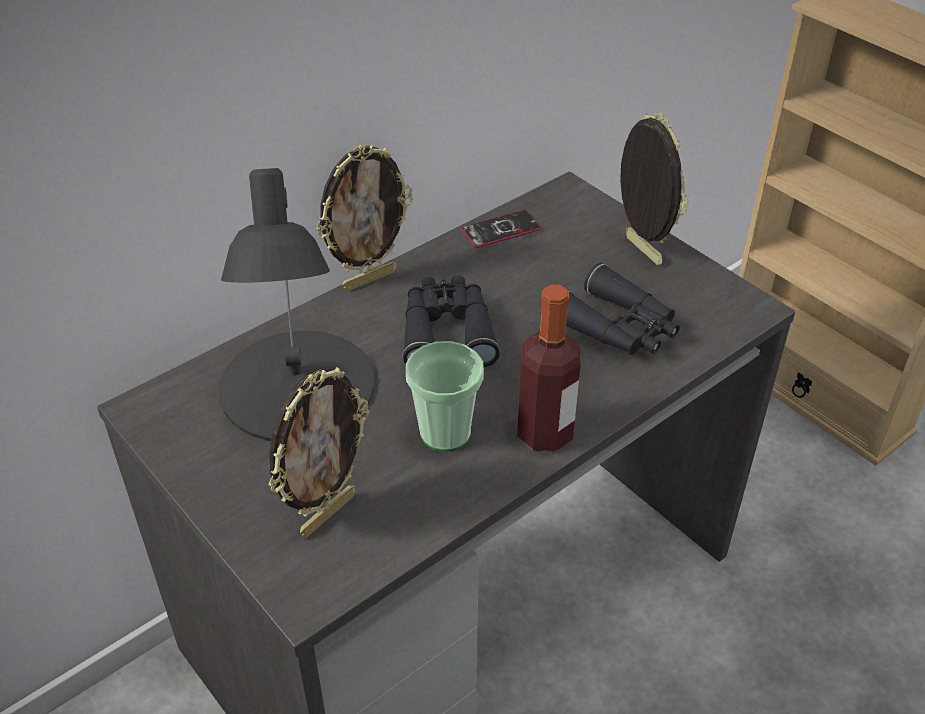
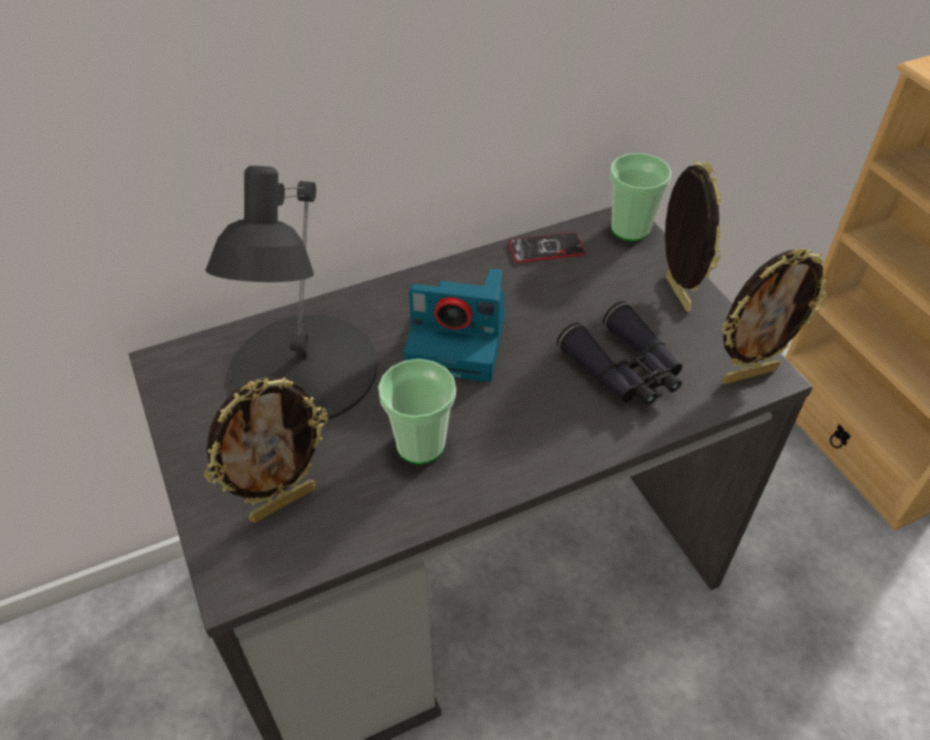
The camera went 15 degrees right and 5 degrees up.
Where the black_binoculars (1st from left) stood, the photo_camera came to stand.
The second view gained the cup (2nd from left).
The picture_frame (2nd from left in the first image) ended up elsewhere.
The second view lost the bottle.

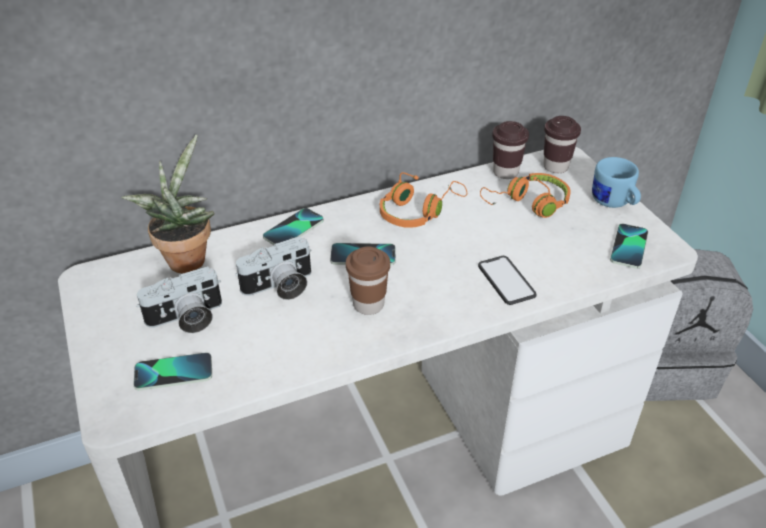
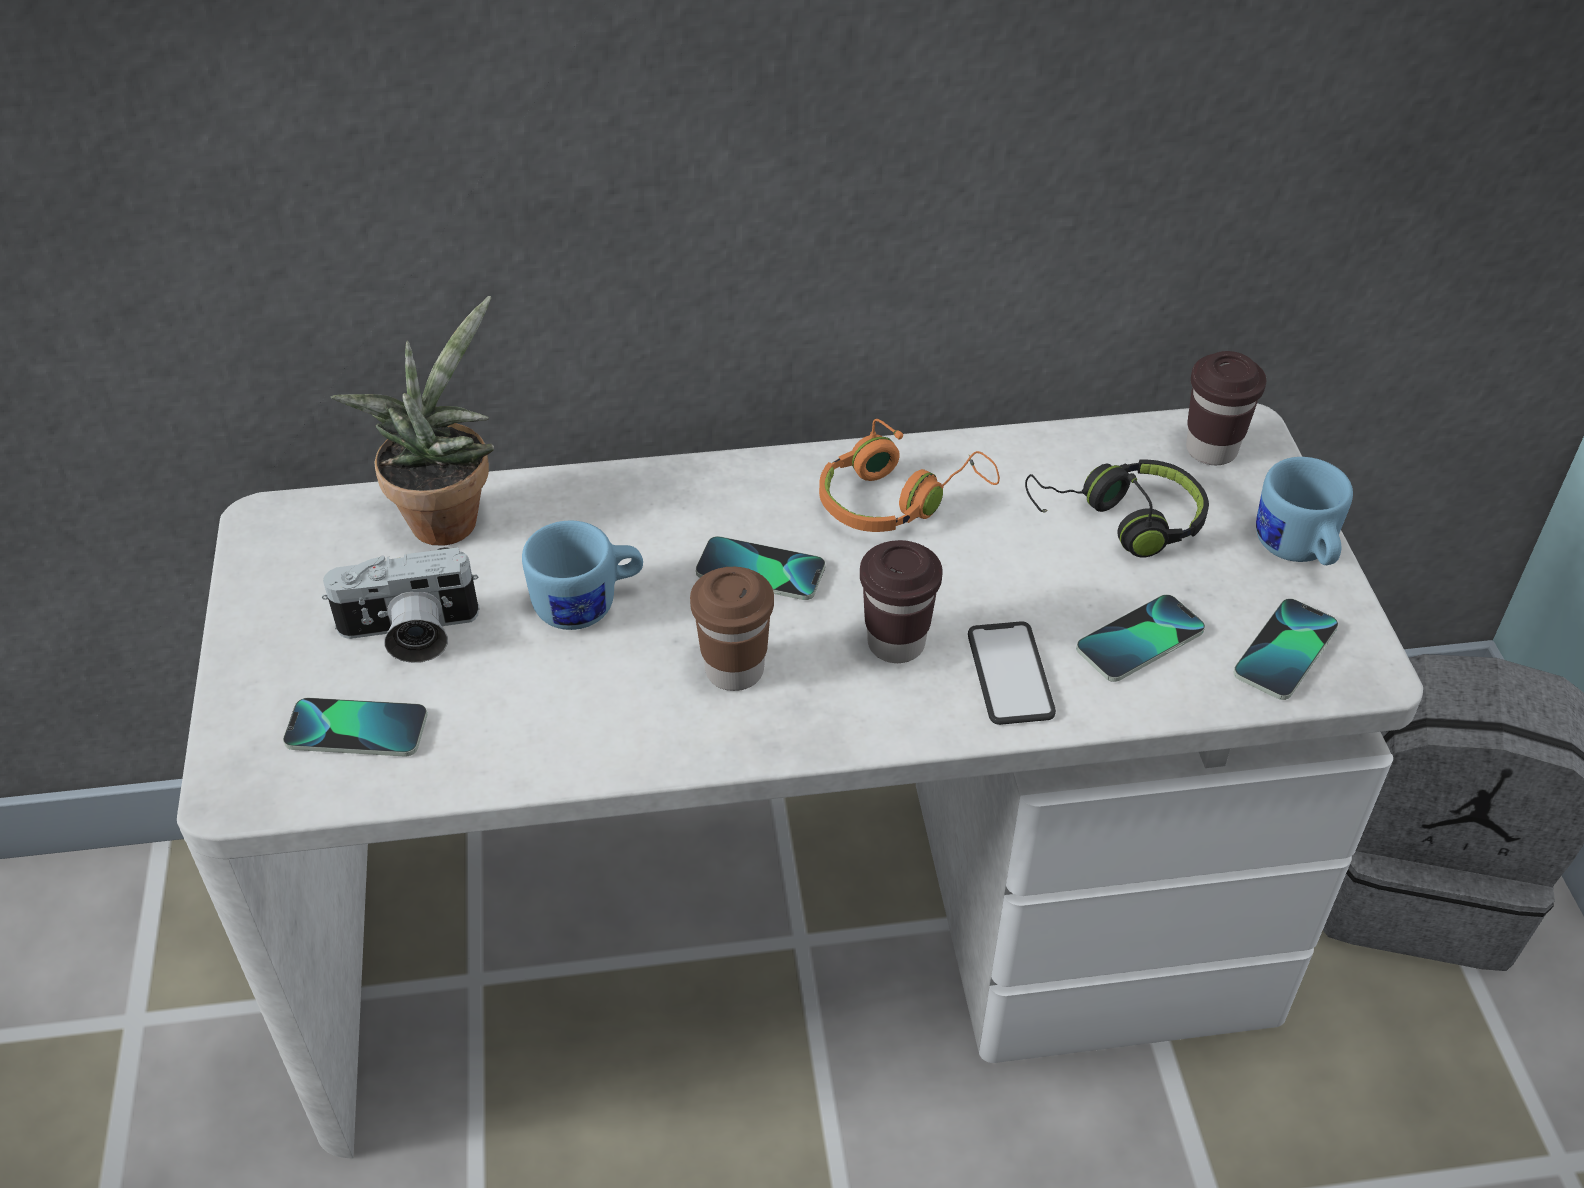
The camera went 15 degrees right and 5 degrees up.
Where the photo_camera (2nd from left) stood, the blue_mug (1st from left) came to stand.
The brown_cup (2nd from left) ended up elsewhere.
What was the orange_headphones (2nd from left) turned into the black_headphones.
The phone (2nd from left in the first image) ended up elsewhere.

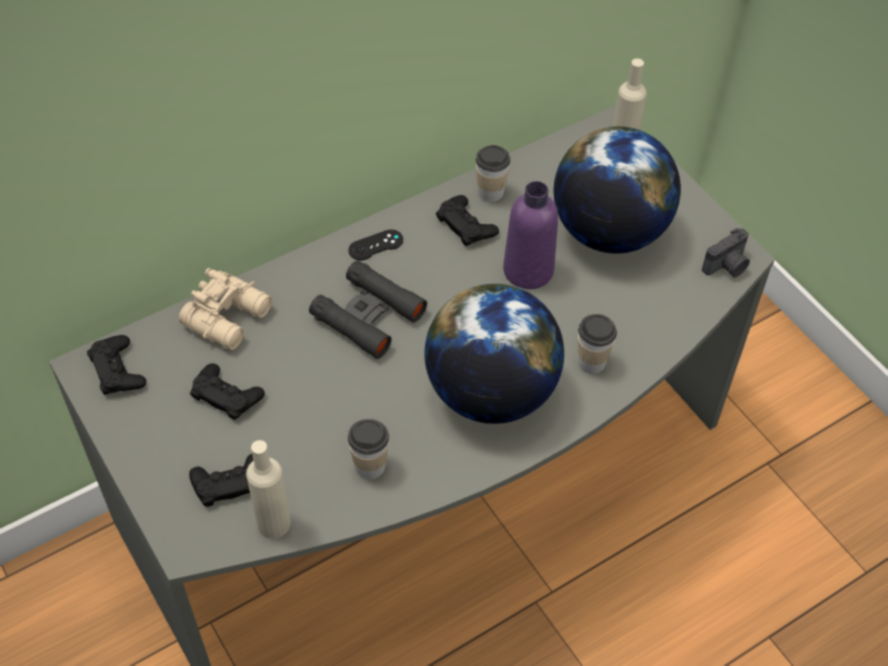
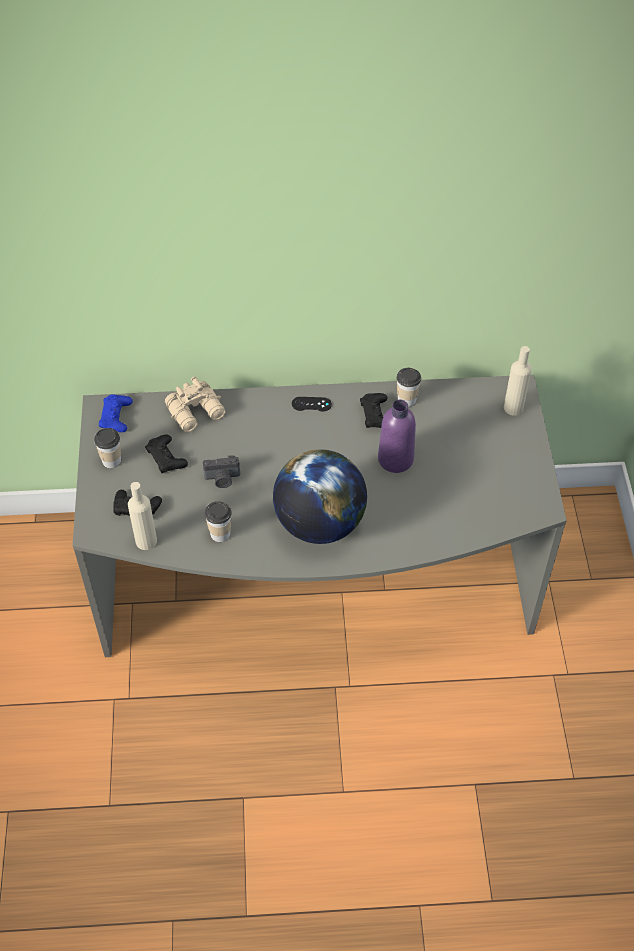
The camera went 30 degrees right and 0 degrees up.
The cup (3rd from left in the first image) ended up elsewhere.
What was the black_game_controller (1st from left) turned into the blue_game_controller.
The photo_camera ended up elsewhere.
The second view lost the black_binoculars.
The second view lost the globe (2nd from left).

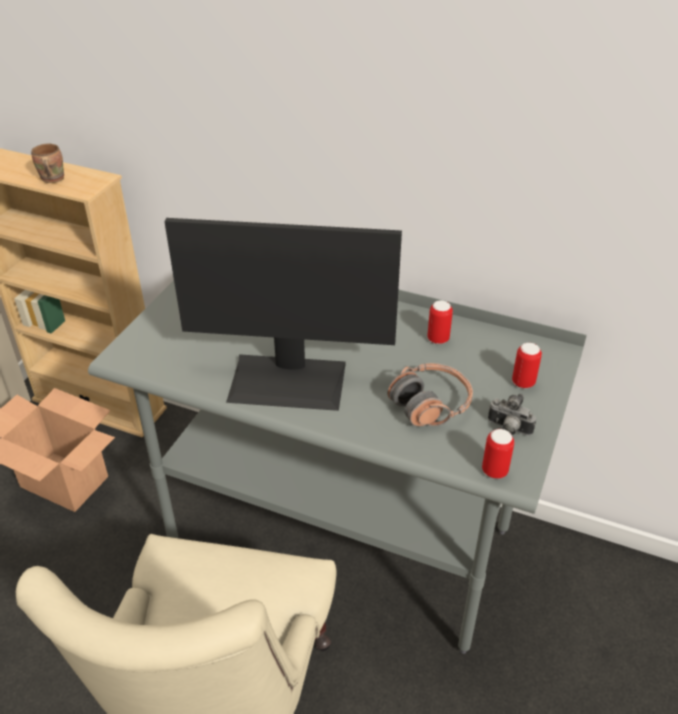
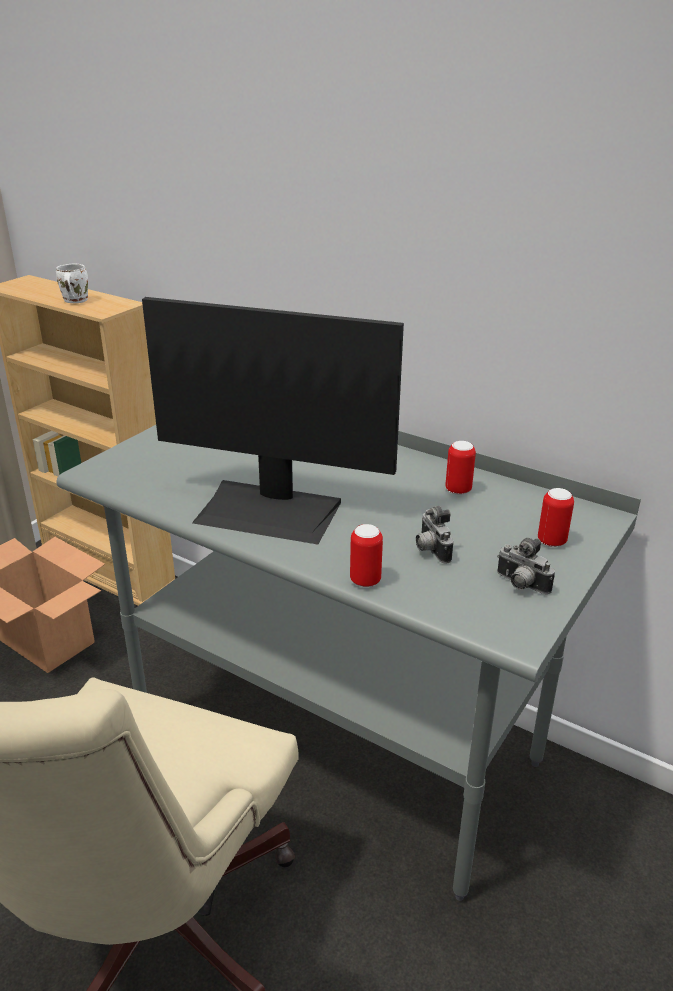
The camera went 10 degrees right and 10 degrees down.
What was the brown_mug turned into the white_mug.
The can (2nd from left in the first image) ended up elsewhere.
Where the headphones stood, the photo_camera (1st from left) came to stand.

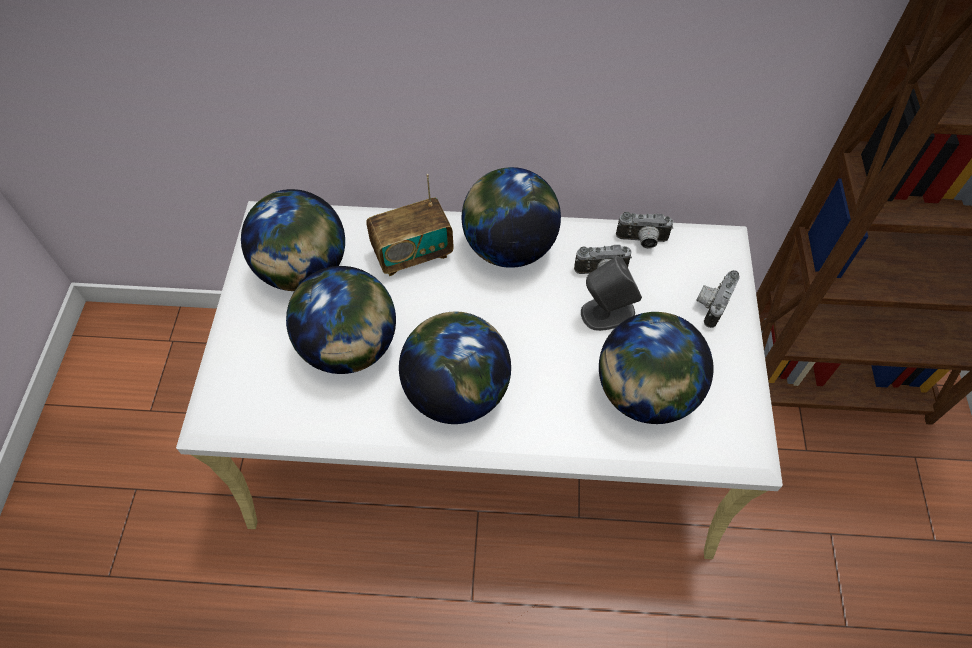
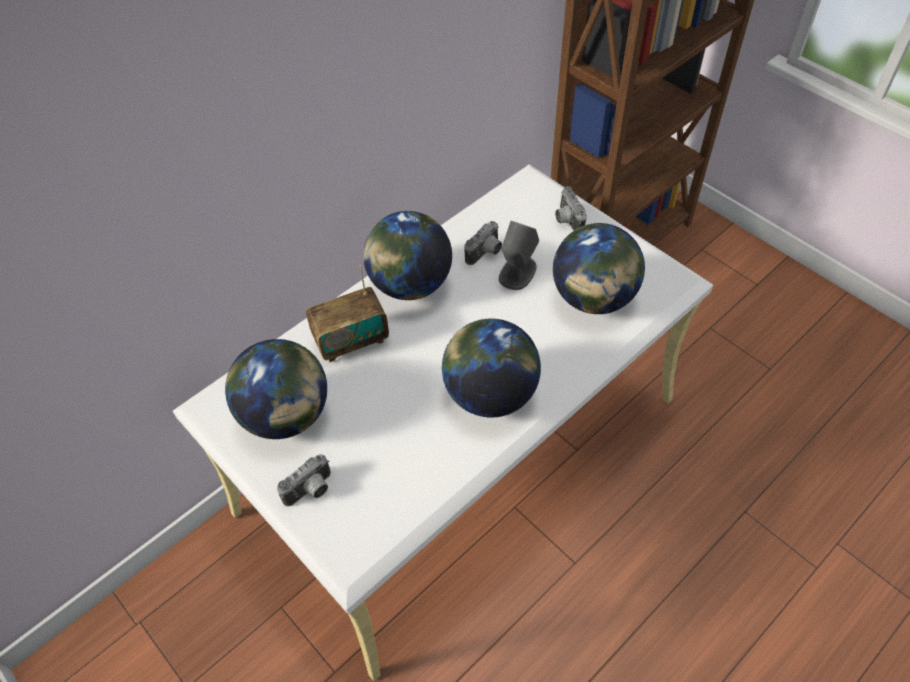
The camera went 45 degrees left and 5 degrees down.
The photo_camera (2nd from left in the first image) ended up elsewhere.
The radio ended up facing another way, 45 degrees clockwise from before.
The second view lost the globe (2nd from left).

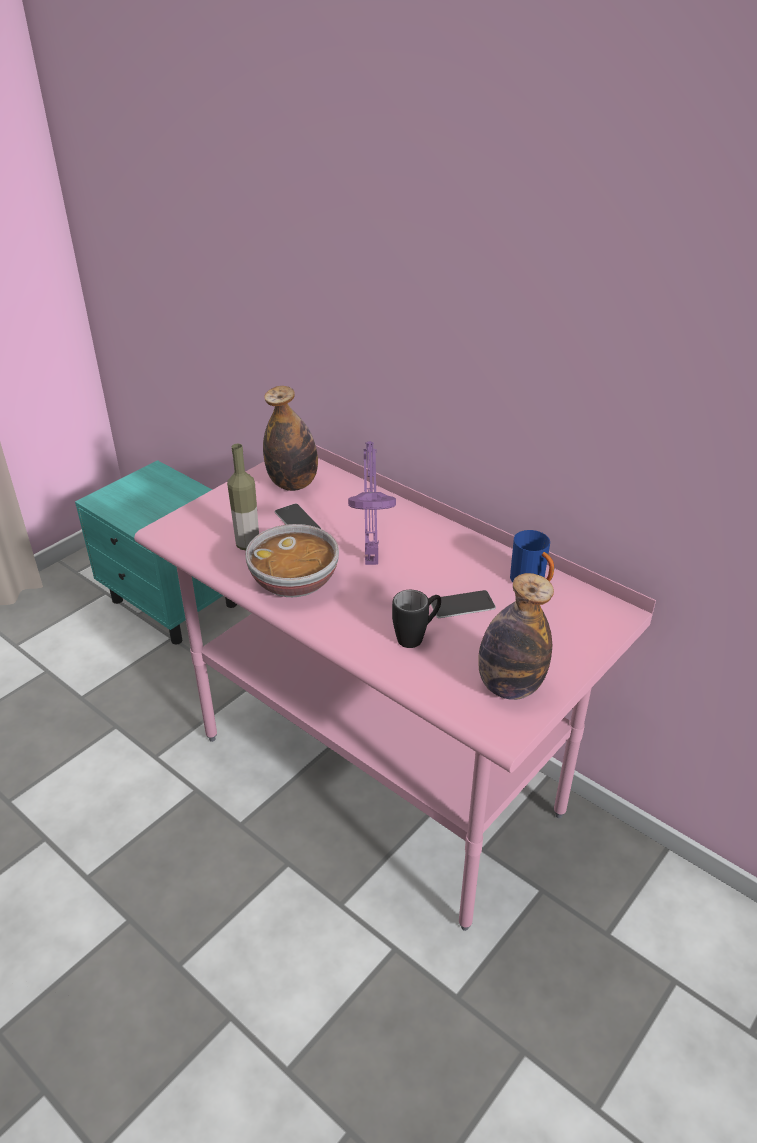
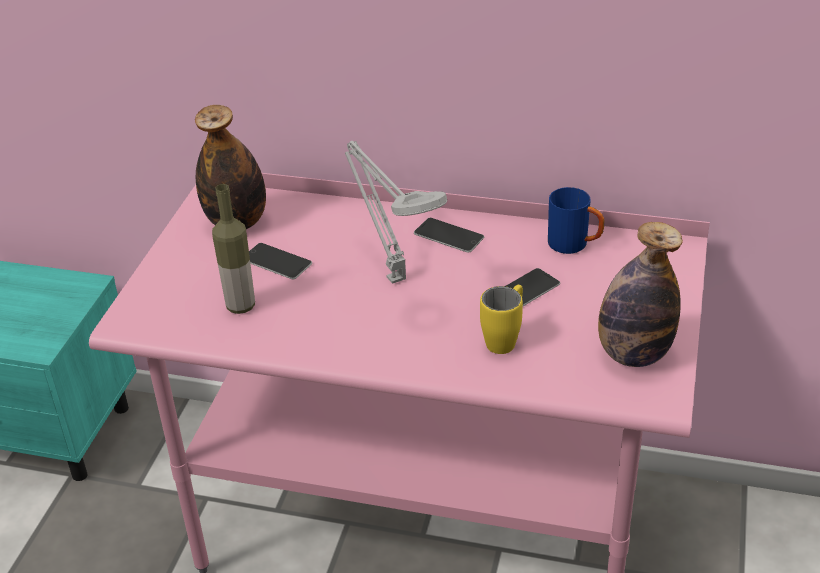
The camera went 25 degrees left and 0 degrees up.
What was the purple_table_lamp turned into the grey_table_lamp.
The second view gained the phone (2nd from left).
What was the black_mug turned into the yellow_mug.
The second view lost the bowl.

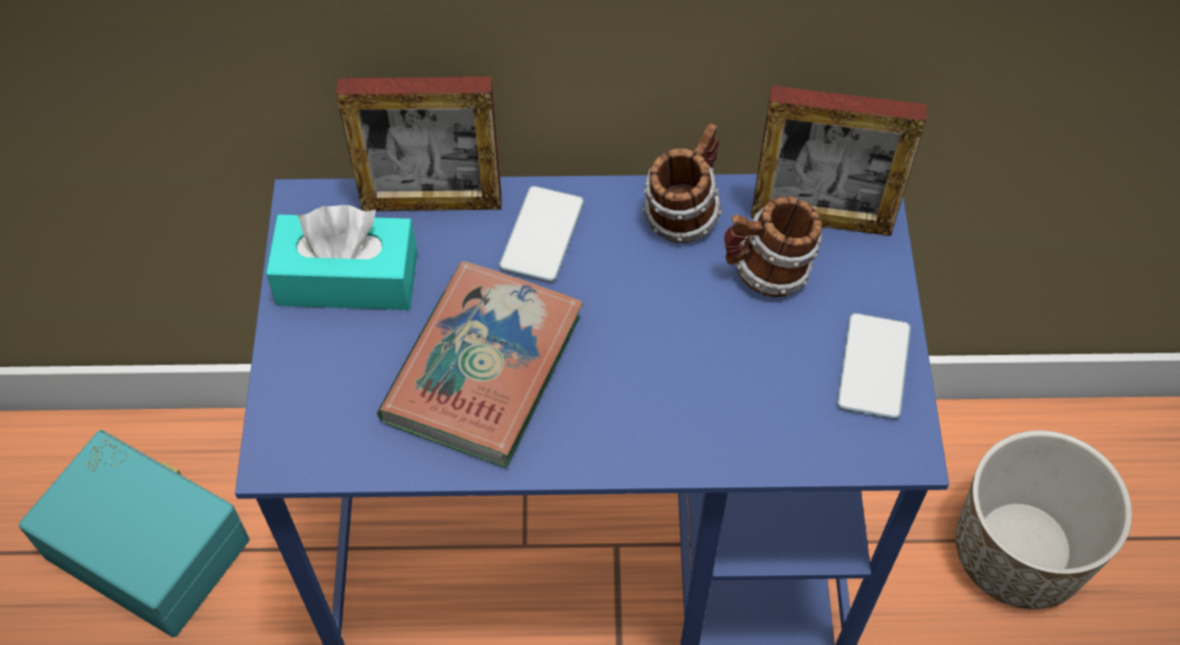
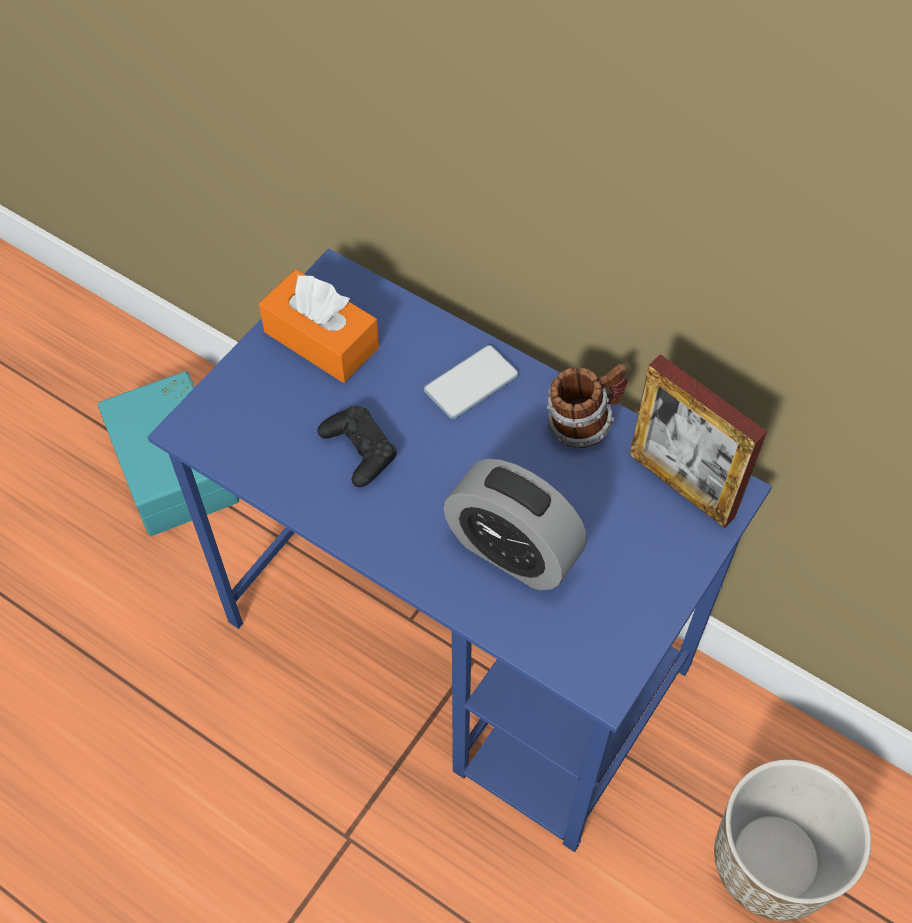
The camera went 35 degrees right and 0 degrees up.
What was the turquoise_tissue_box turned into the orange_tissue_box.
Where the book stood, the black_game_controller came to stand.
The second view gained the alarm_clock.
The second view lost the picture_frame (1st from left).
The second view lost the mug (2nd from left).
The second view lost the phone (2nd from left).

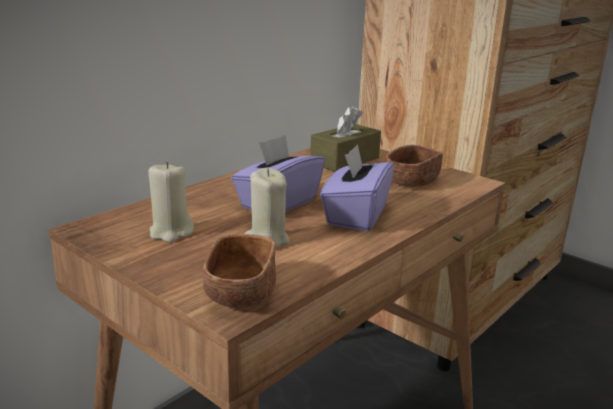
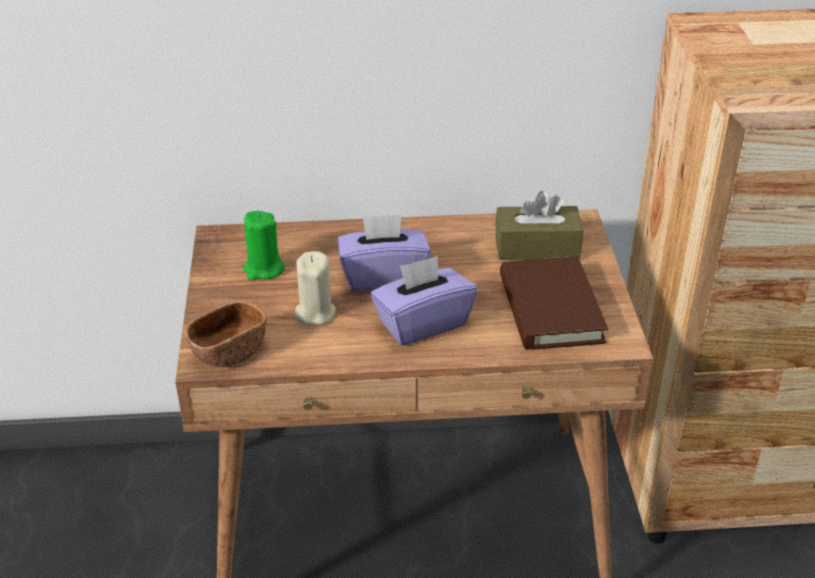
The camera went 45 degrees right and 15 degrees up.
What was the beige_candle (1st from left) turned into the green_candle.
Where the brown_bowl (2nd from left) stood, the brown_book came to stand.

